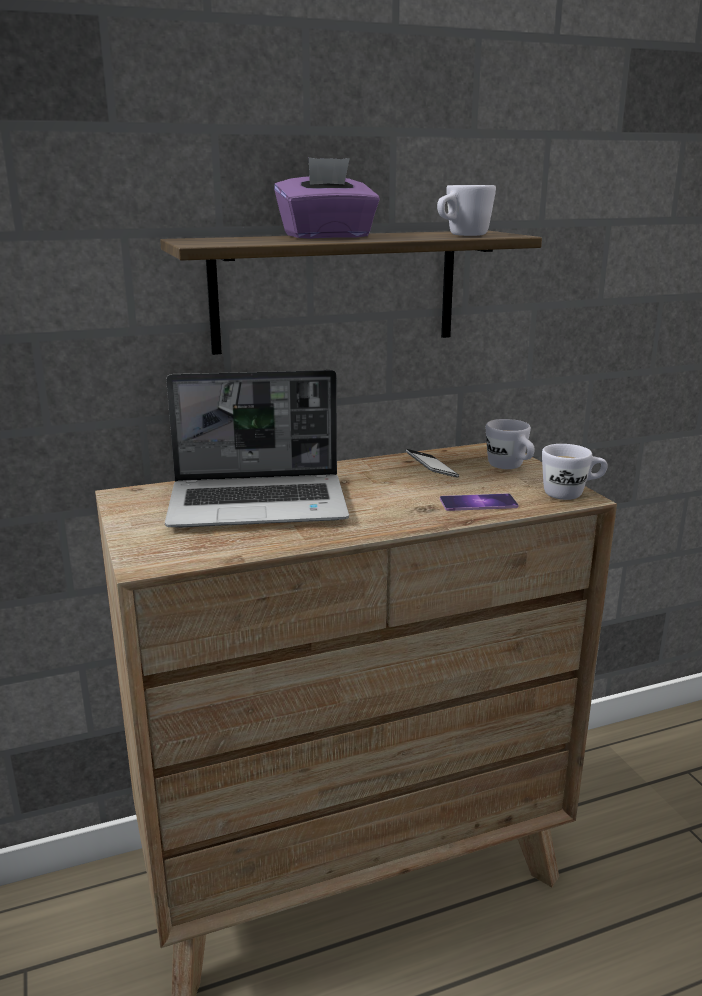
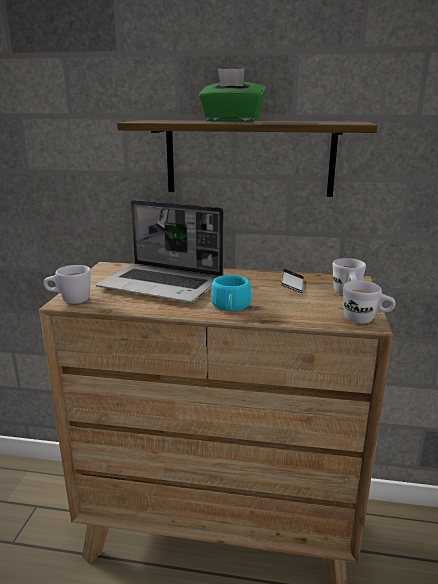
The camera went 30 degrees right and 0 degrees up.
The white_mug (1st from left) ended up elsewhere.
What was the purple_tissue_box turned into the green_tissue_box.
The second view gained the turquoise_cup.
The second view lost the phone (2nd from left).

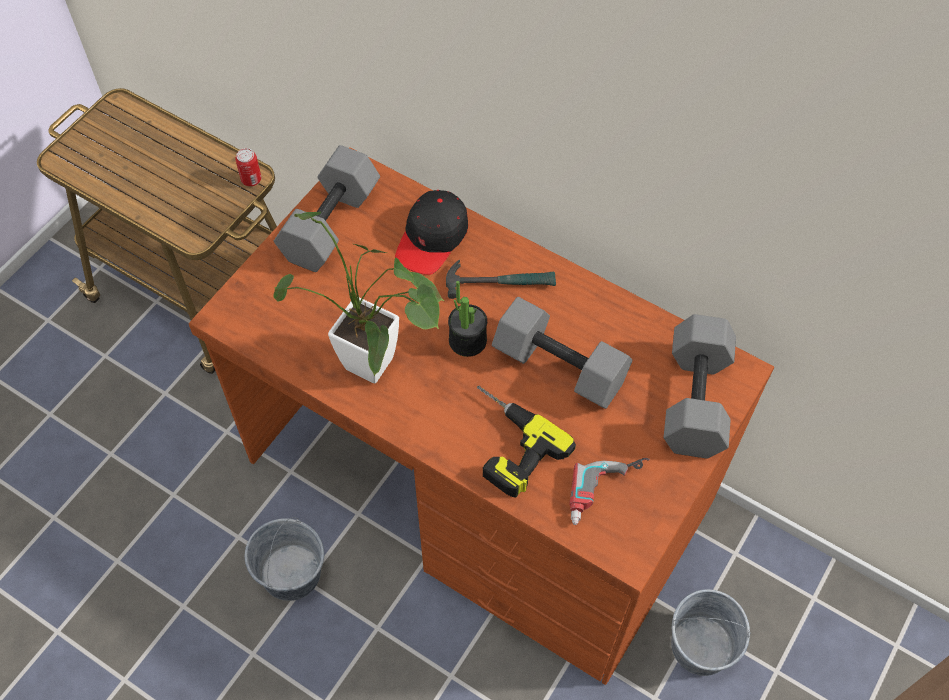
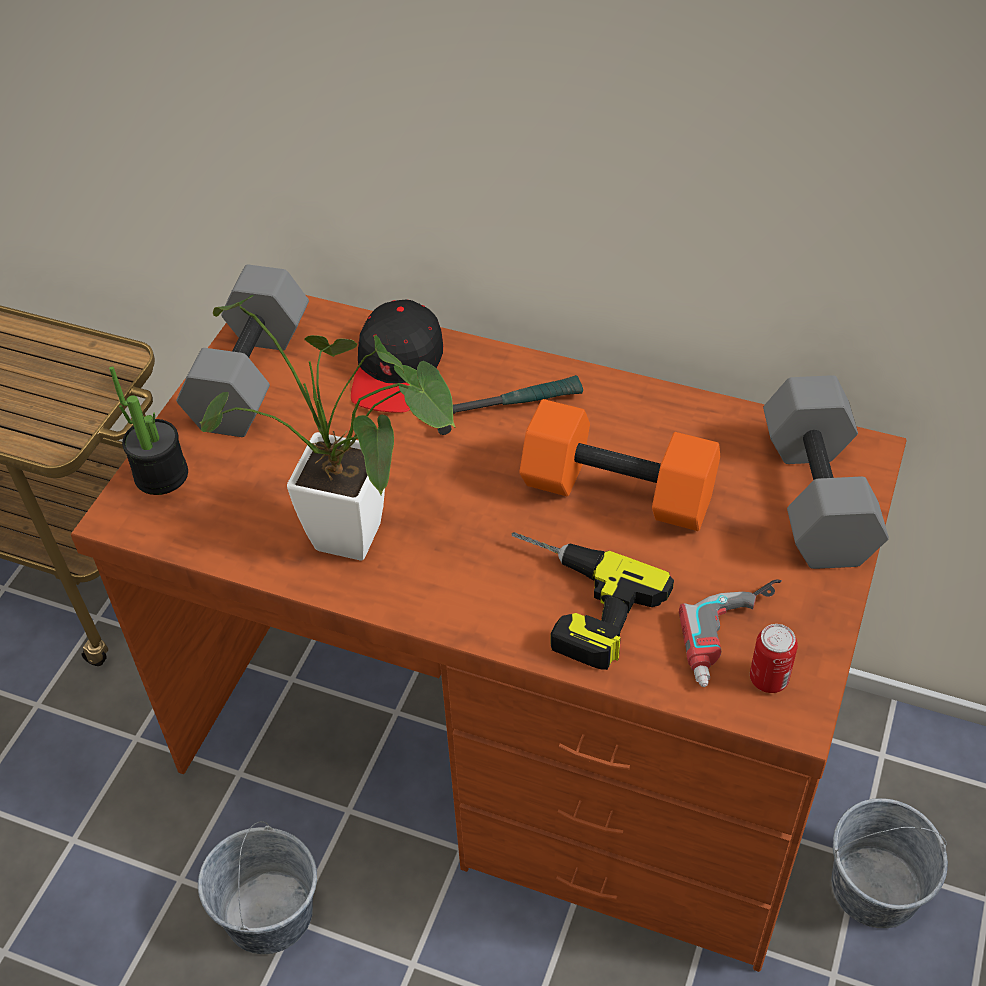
The camera went 10 degrees left and 10 degrees down.
The potted_plant (2nd from left in the first image) ended up elsewhere.
What was the grey_dumbbell (2nd from left) turned into the orange_dumbbell.
The can ended up elsewhere.

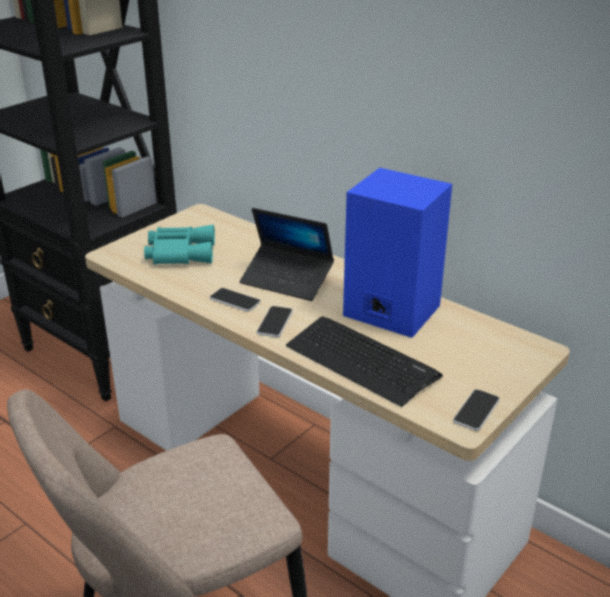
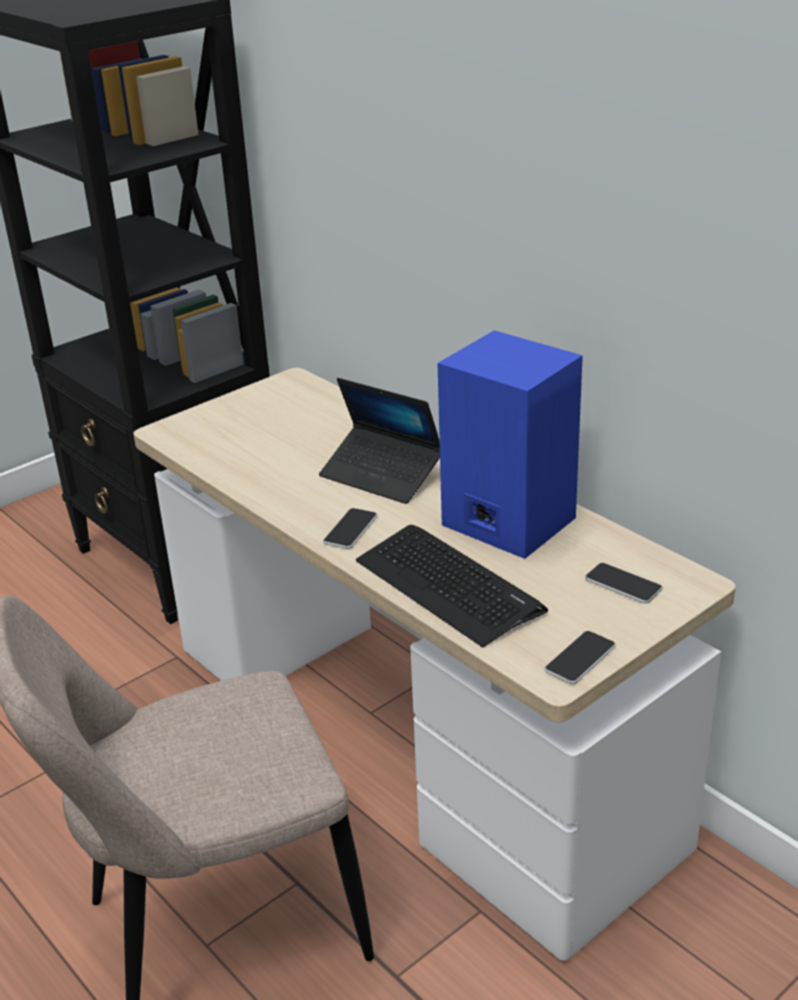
The camera went 10 degrees right and 0 degrees up.
The phone (1st from left in the first image) ended up elsewhere.
The second view lost the turquoise_binoculars.

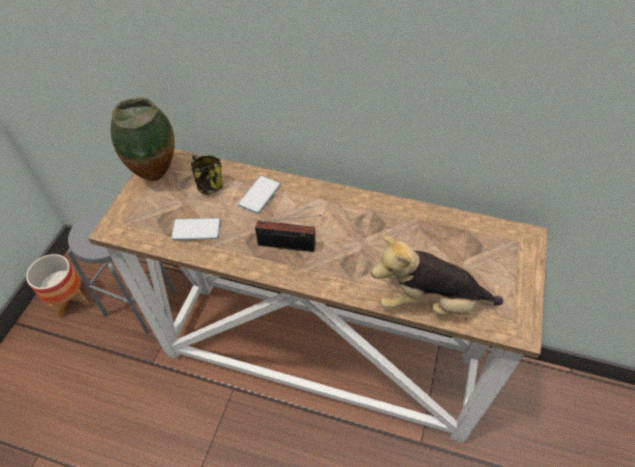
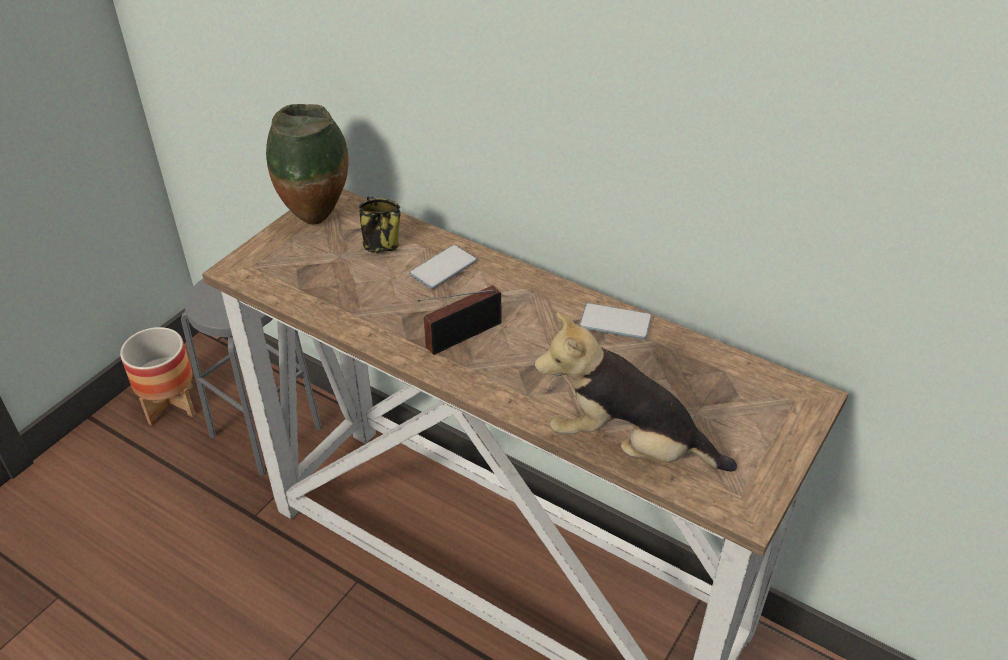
The camera went 15 degrees right and 10 degrees down.
The radio ended up facing another way, 120 degrees clockwise from before.
The phone (1st from left in the first image) ended up elsewhere.

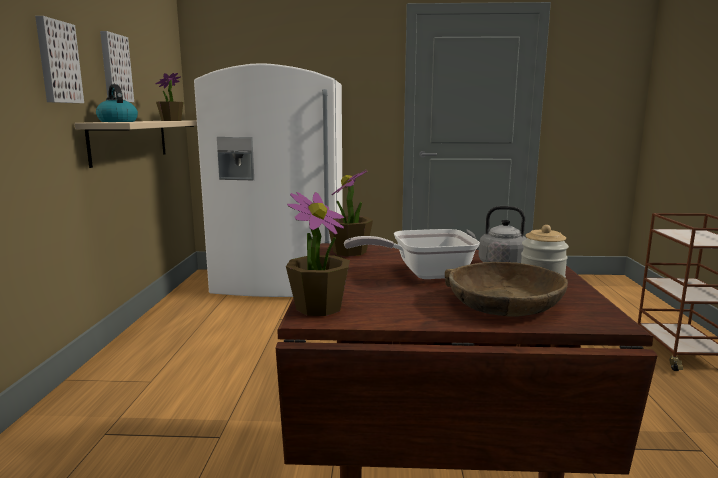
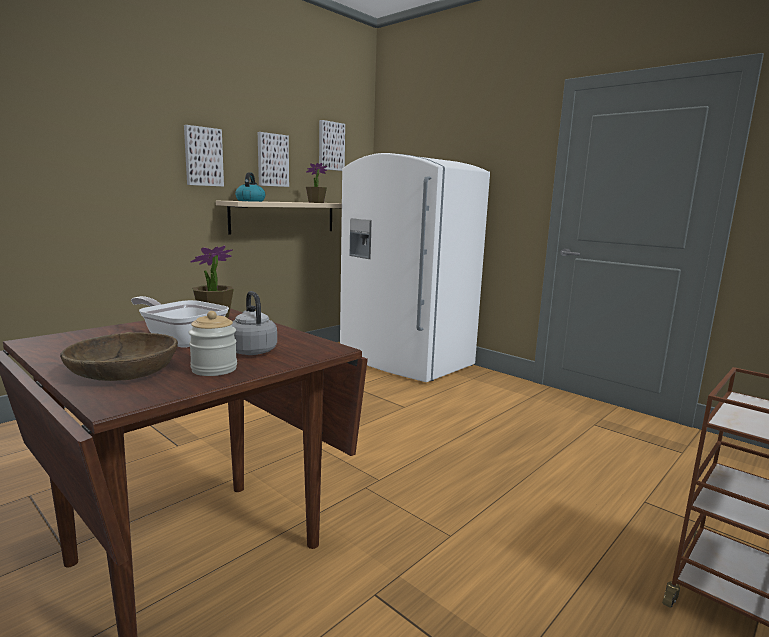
The camera went 40 degrees right and 0 degrees up.
The second view gained the picture (3rd from left).
The second view lost the potted_plant (2nd from left).

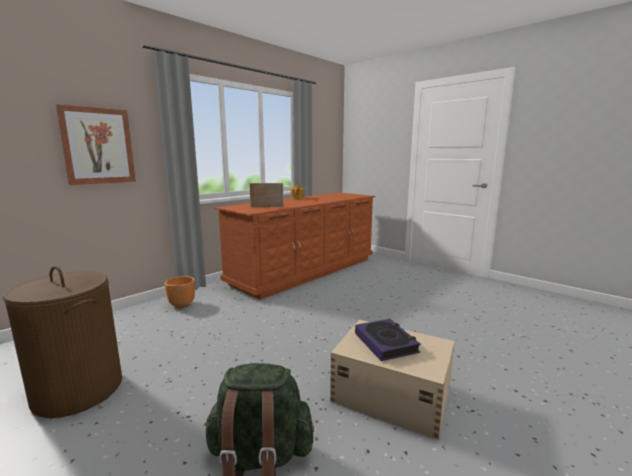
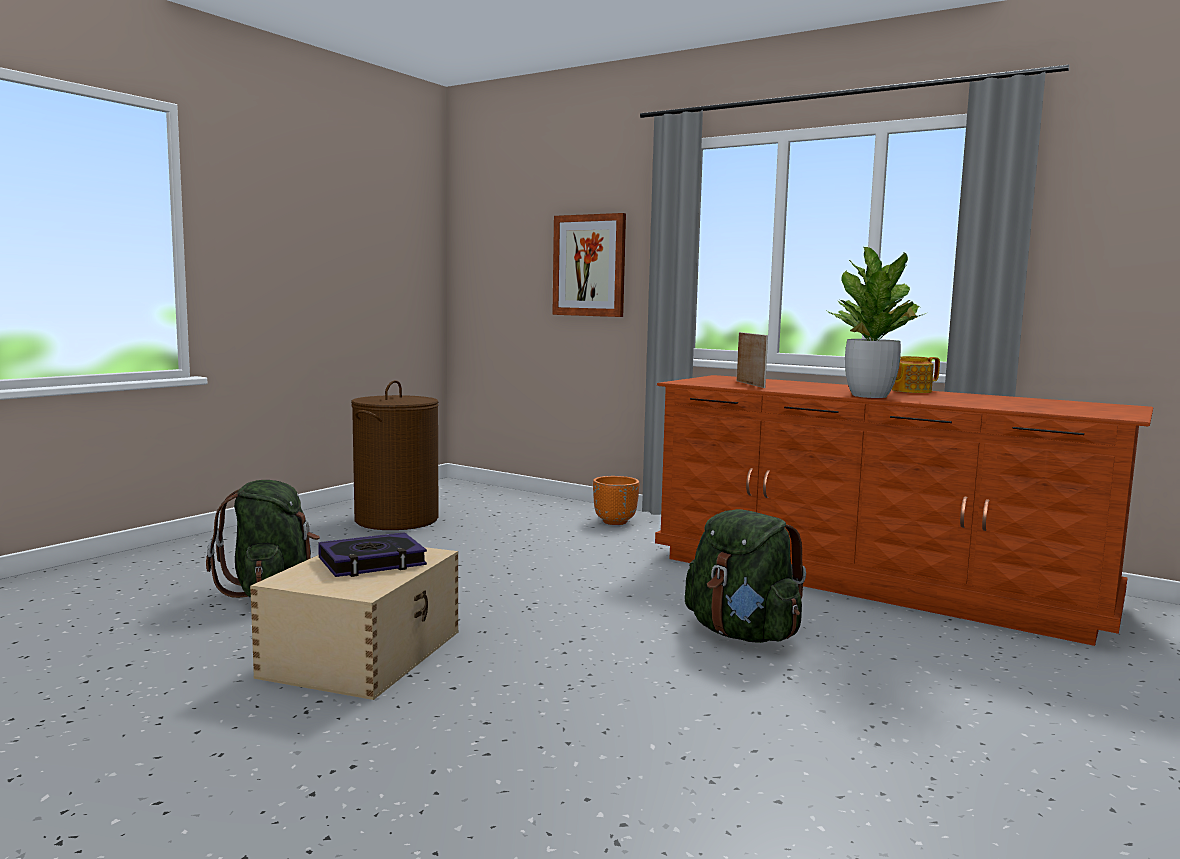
The camera went 80 degrees right and 5 degrees down.
The second view gained the green_backpack (2nd from left).
The second view gained the potted_plant.

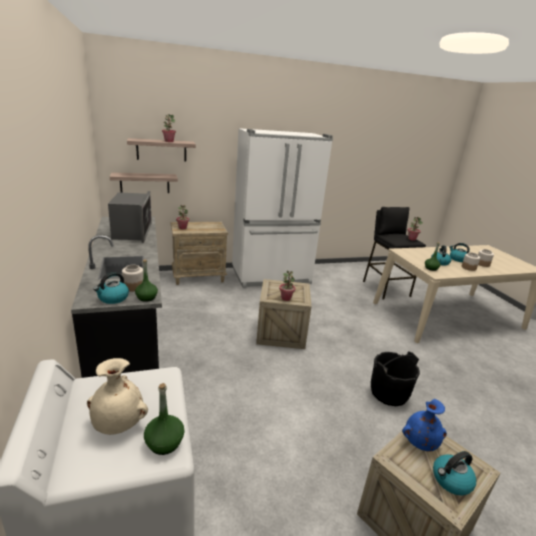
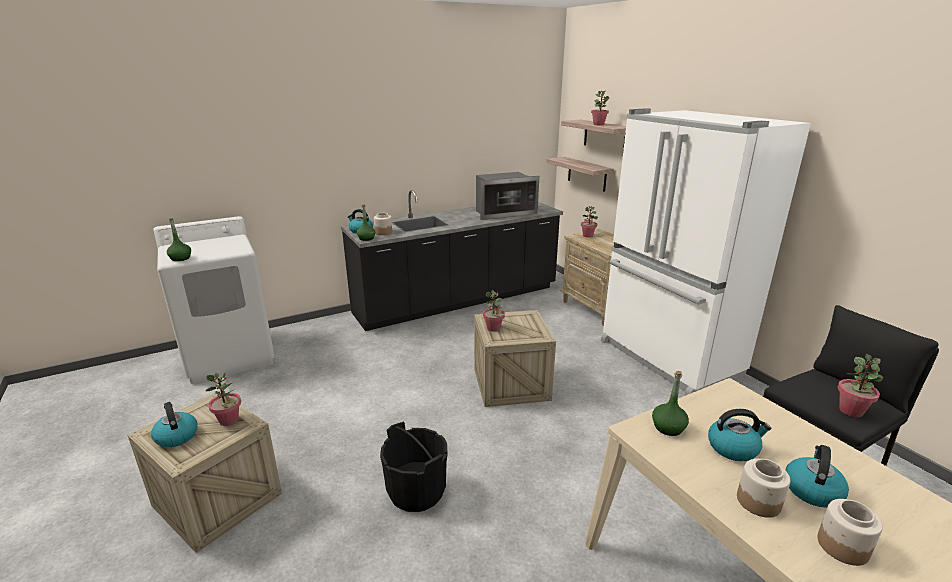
The camera went 80 degrees right and 0 degrees up.
Where the blue_vase stood, the potted_plant (1st from left) came to stand.
The second view lost the beige_vase.

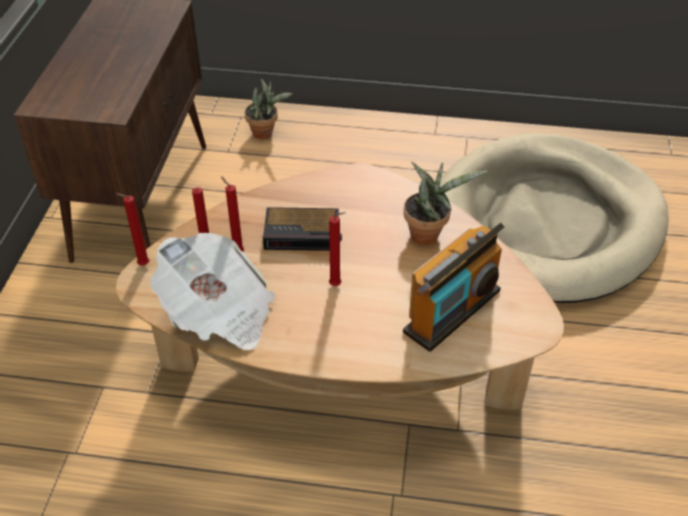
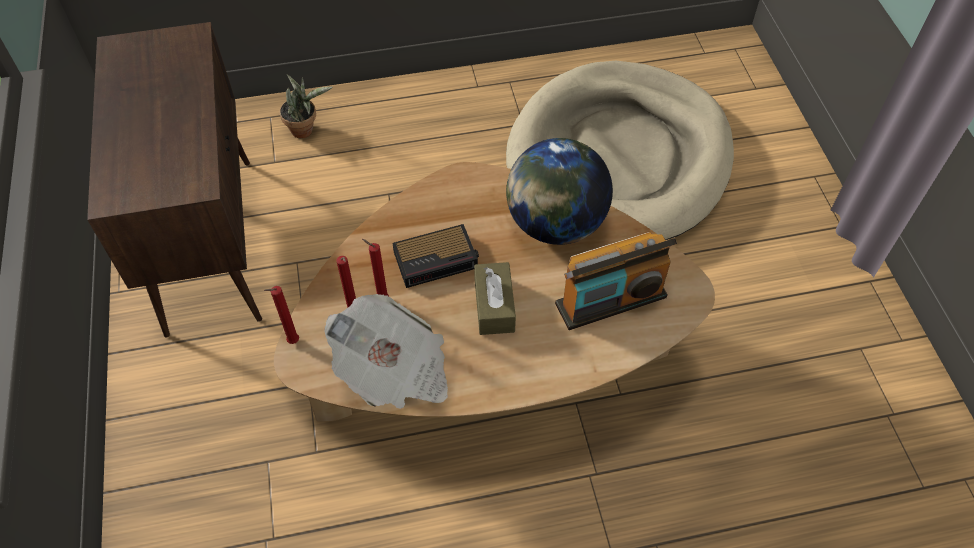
The camera went 20 degrees left and 10 degrees up.
Where the red_candle (4th from left) stood, the brown_tissue_box came to stand.
Where the potted_plant (2nd from left) stood, the globe came to stand.
The radio ended up facing another way, 45 degrees clockwise from before.

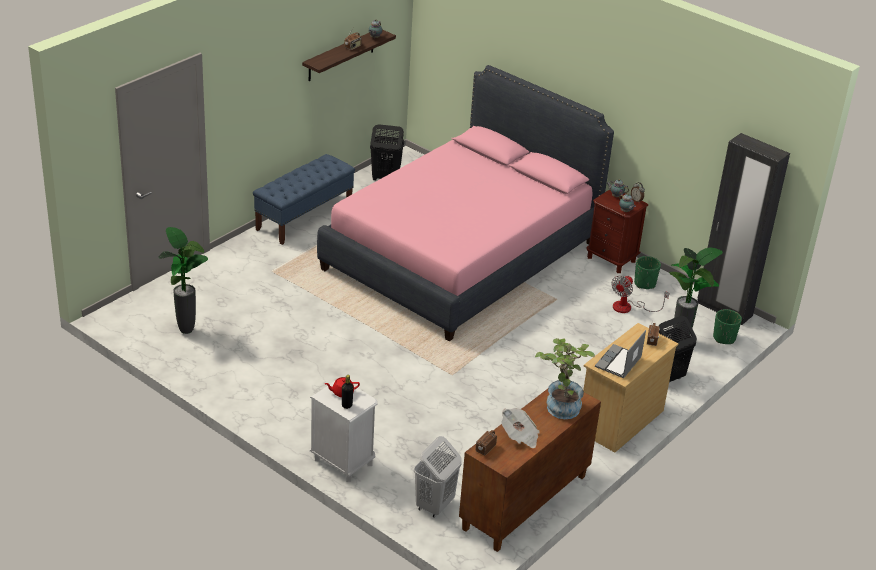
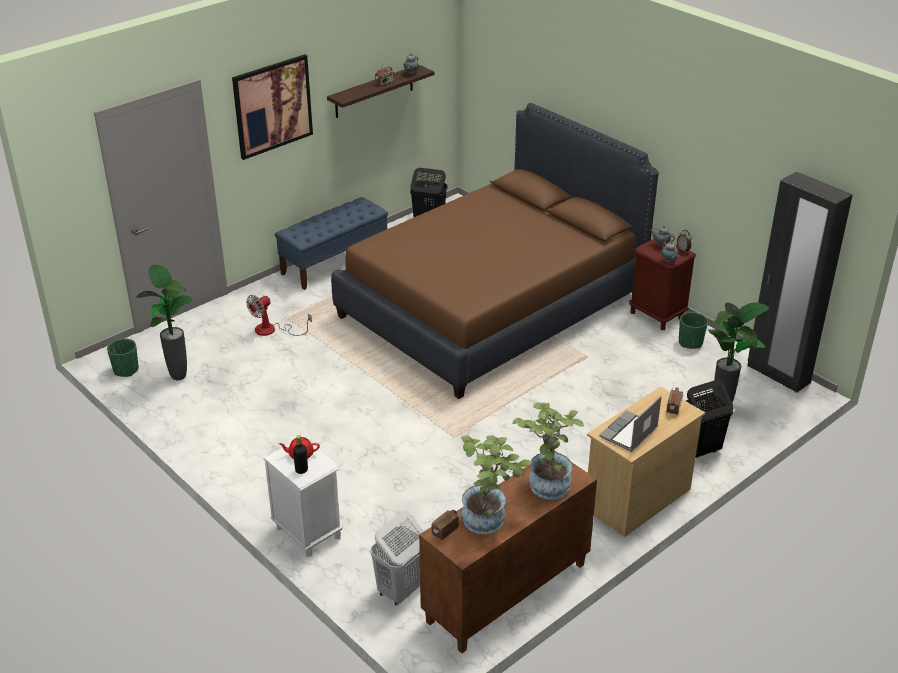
The camera went 10 degrees right and 0 degrees up.
The green_planter (2nd from left in the first image) ended up elsewhere.
The second view gained the picture.
The fan ended up elsewhere.
What was the pink_bed turned into the brown_bed.
Where the newspaper stood, the potted_plant (2nd from left) came to stand.

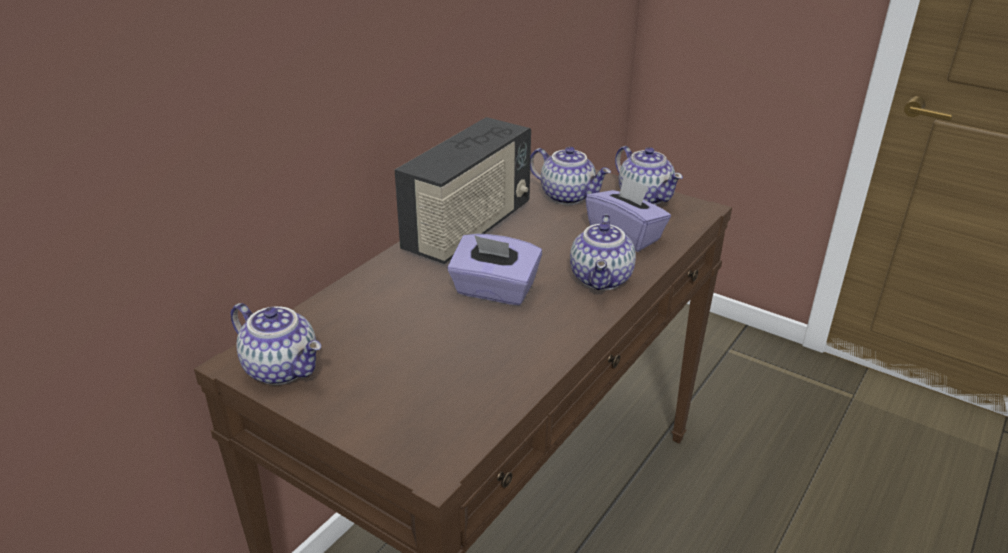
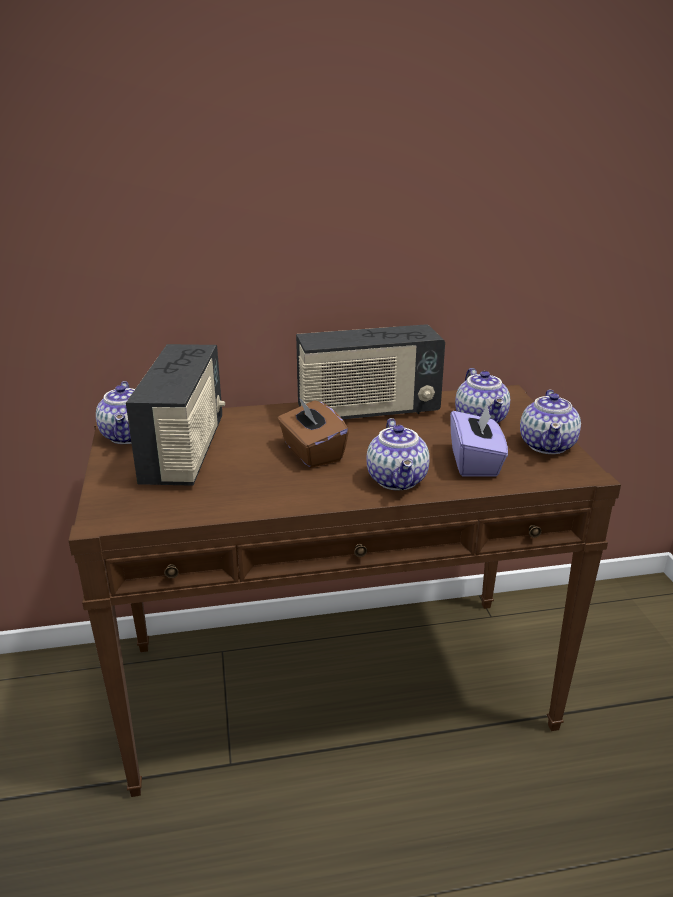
The camera went 45 degrees right and 5 degrees down.
The second view gained the radio (1st from left).
What was the purple_tissue_box (1st from left) turned into the brown_tissue_box.
The teapot (3rd from left in the first image) ended up facing another way, 60 degrees counterclockwise from before.

